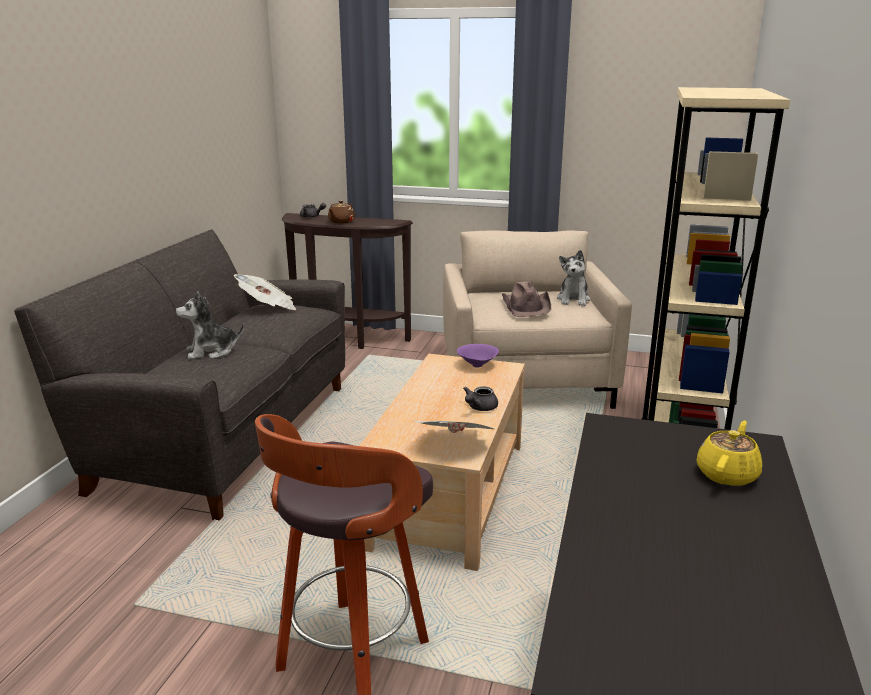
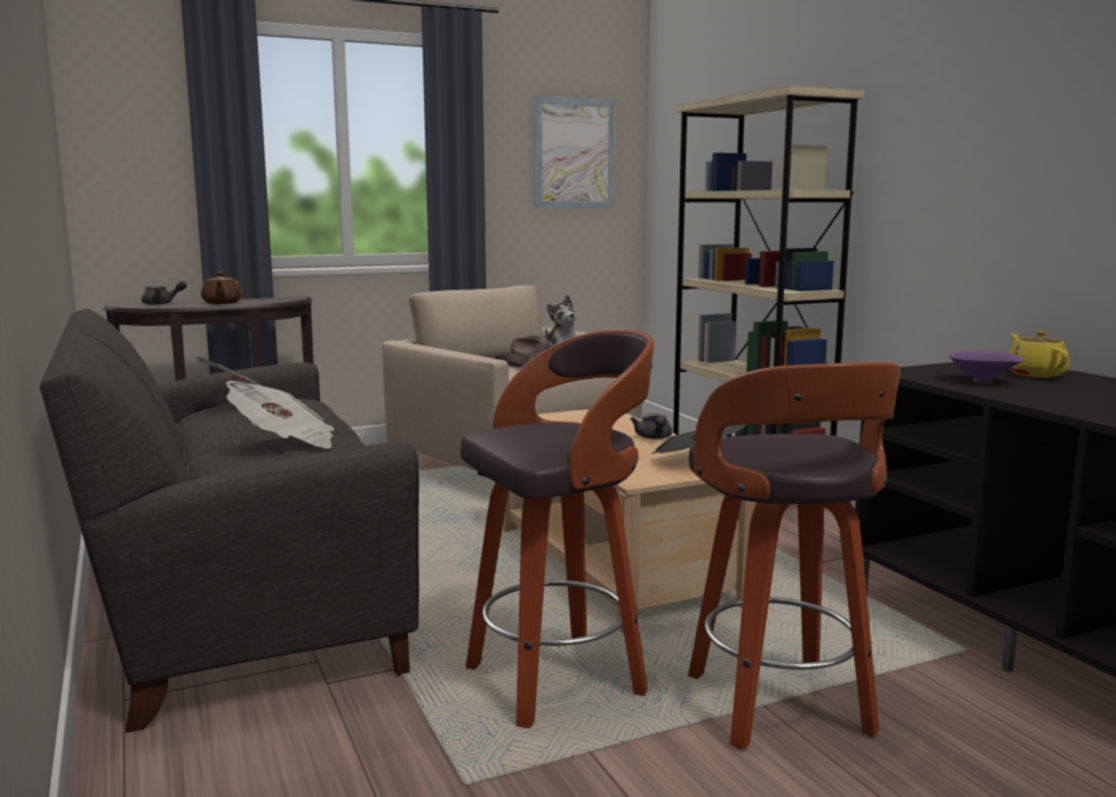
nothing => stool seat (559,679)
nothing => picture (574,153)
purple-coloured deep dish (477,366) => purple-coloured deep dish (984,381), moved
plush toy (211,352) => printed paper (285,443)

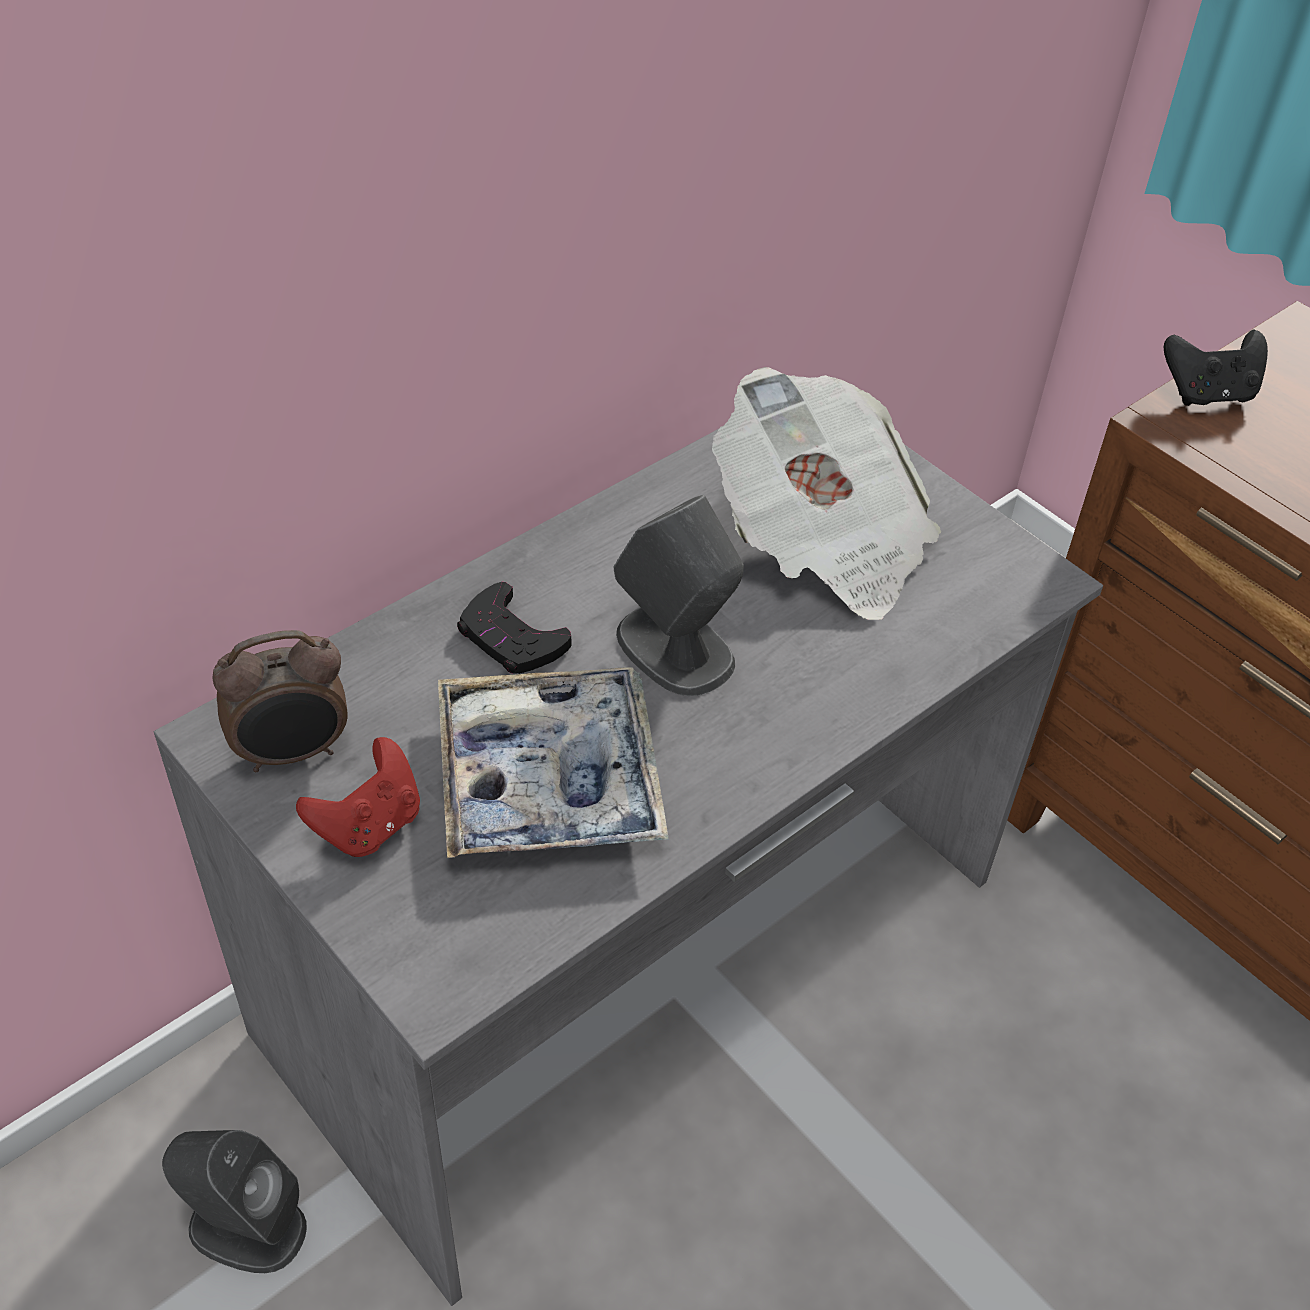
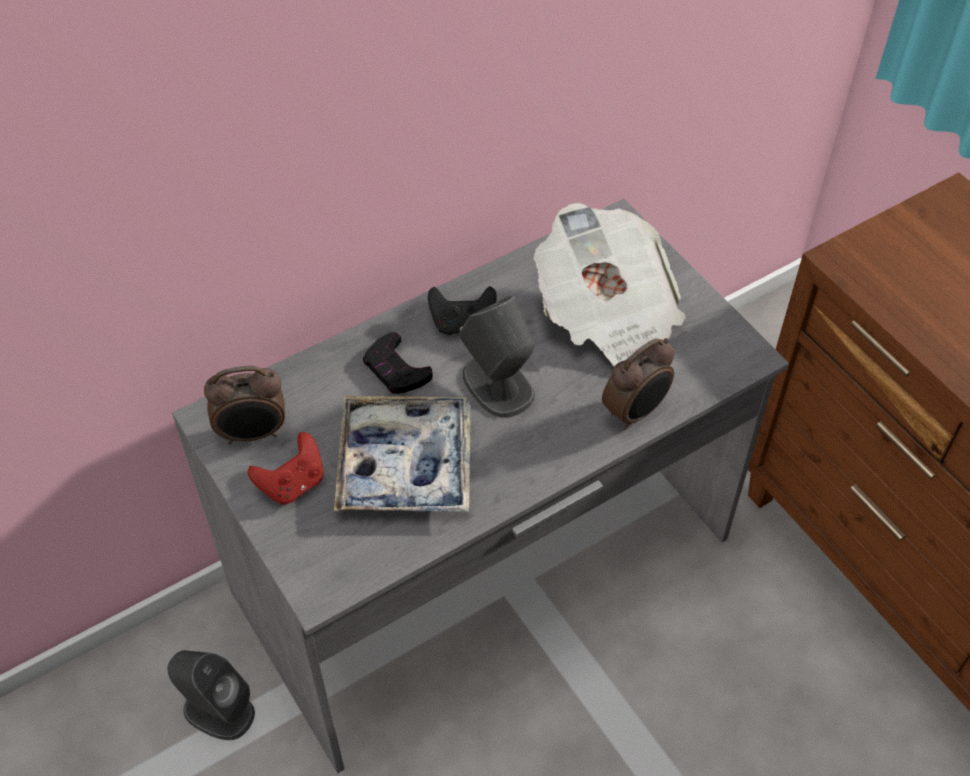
nothing => table clock (636,412)
blackish gamepad (1208,394) => blackish gamepad (462,324), moved

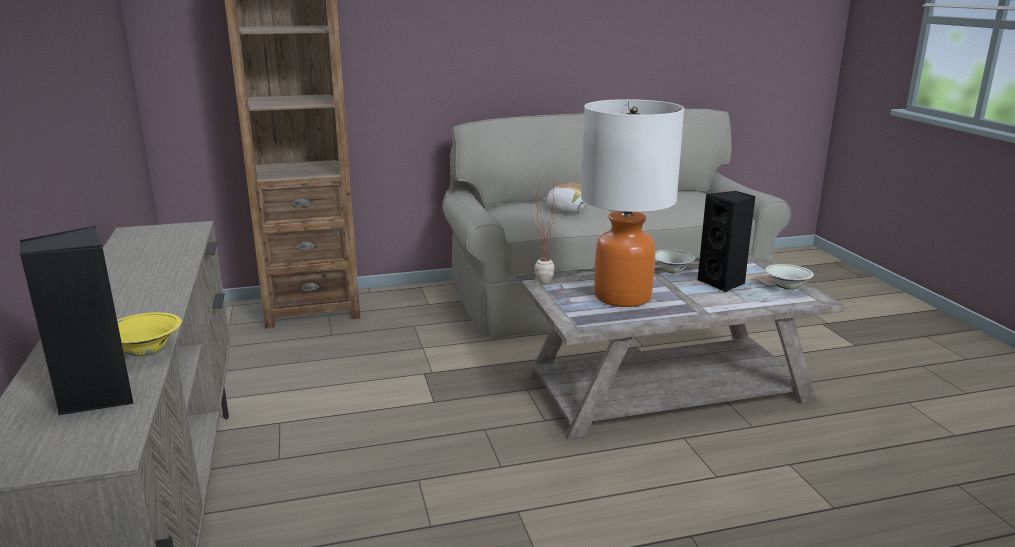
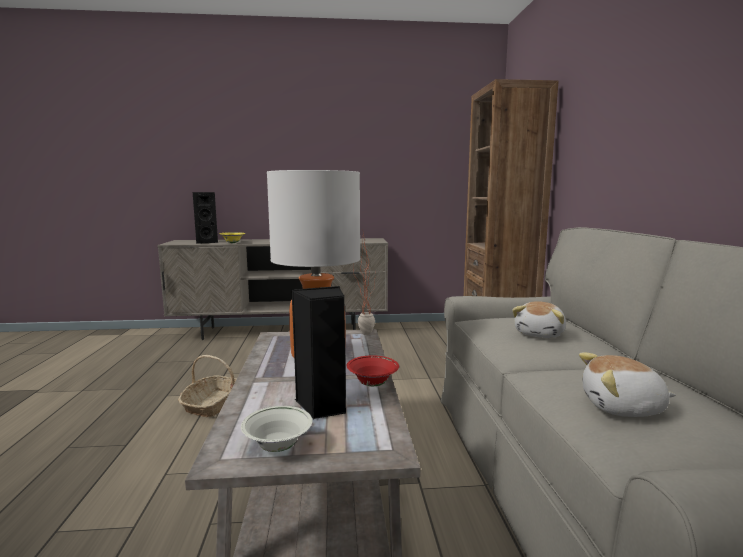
nothing => basket (214,404)
nothing => plush toy (622,408)
whitish deep dish (671,272) => red deep dish (372,384)

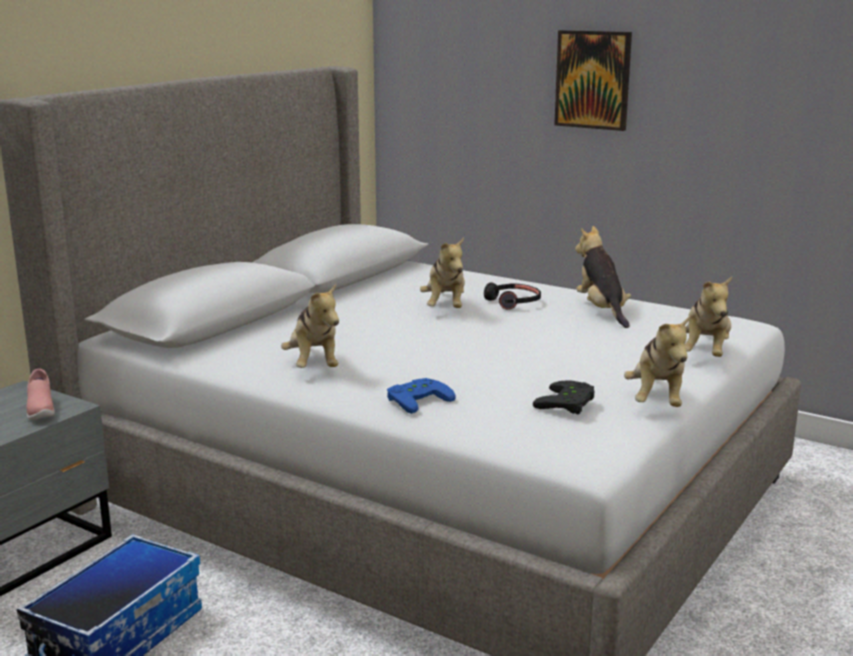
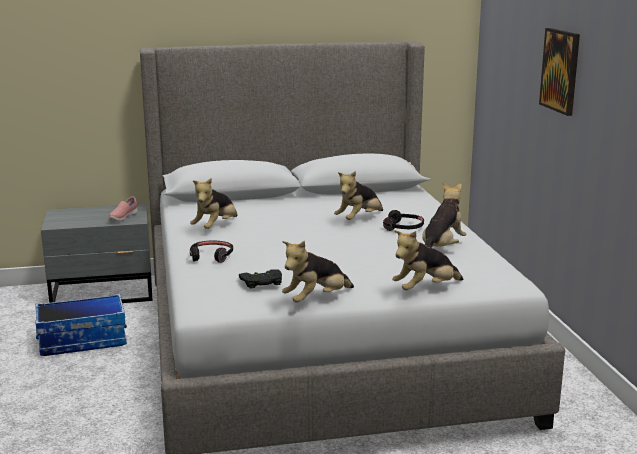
bluish gamepad (417,399) => blackish headset (211,256)

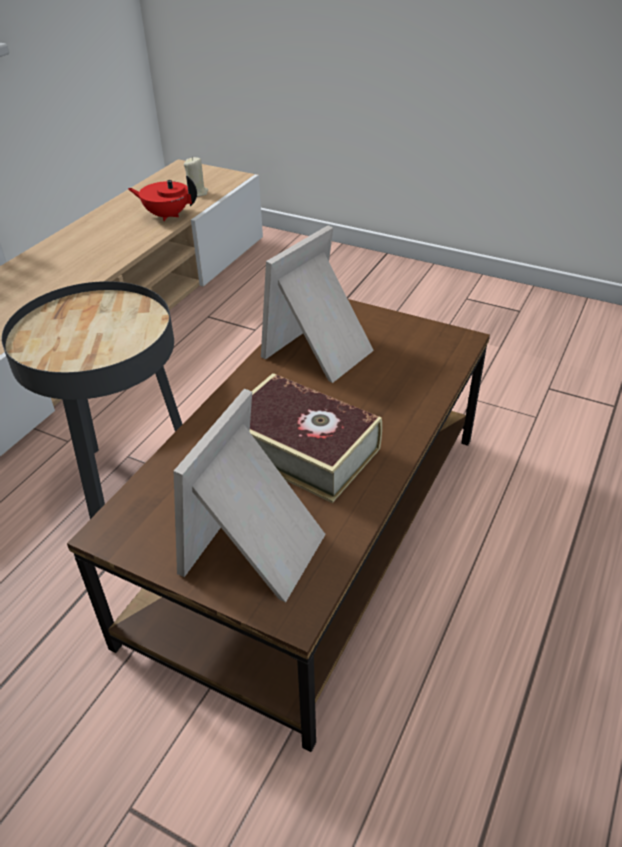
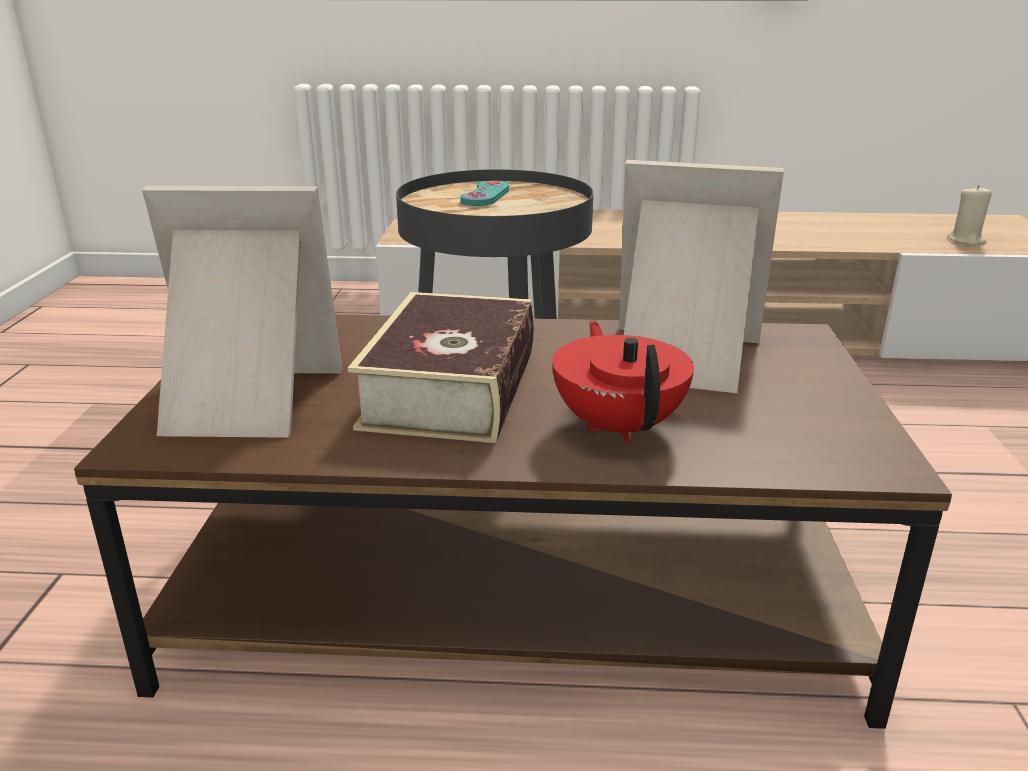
nothing => blue-green gamepad (485,196)
red pot for tea (167,215) => red pot for tea (619,425), moved

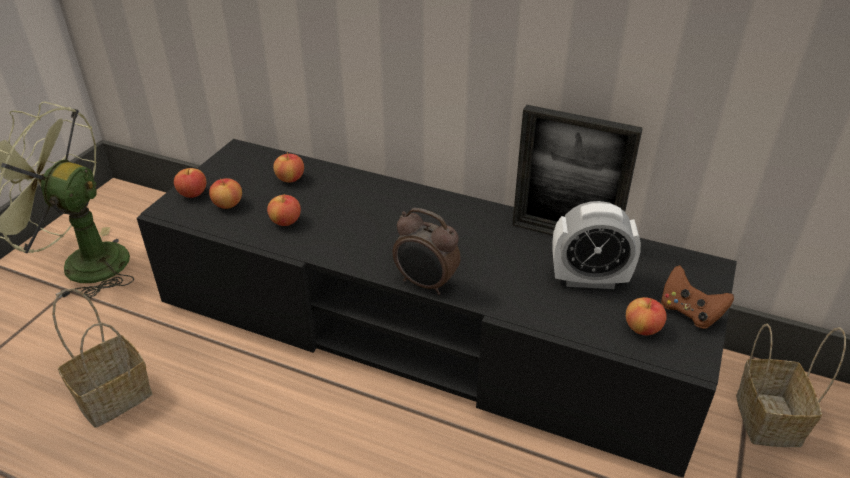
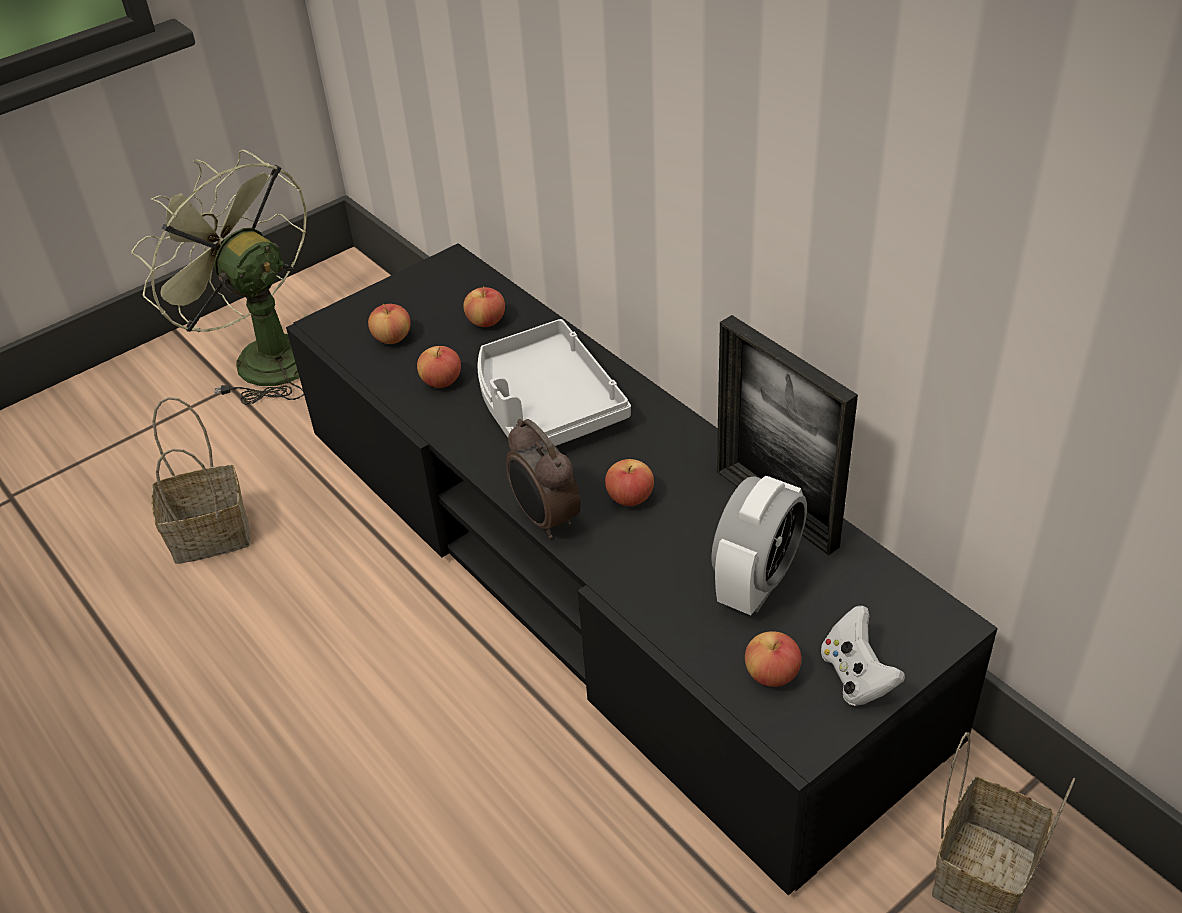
nothing => grey serving tray (545,405)
whole apple (193,193) => whole apple (630,497), moved
brownish gamepad (689,312) => whitish gamepad (856,676)
table clock (589,280) => table clock (756,583), 90 degrees counterclockwise

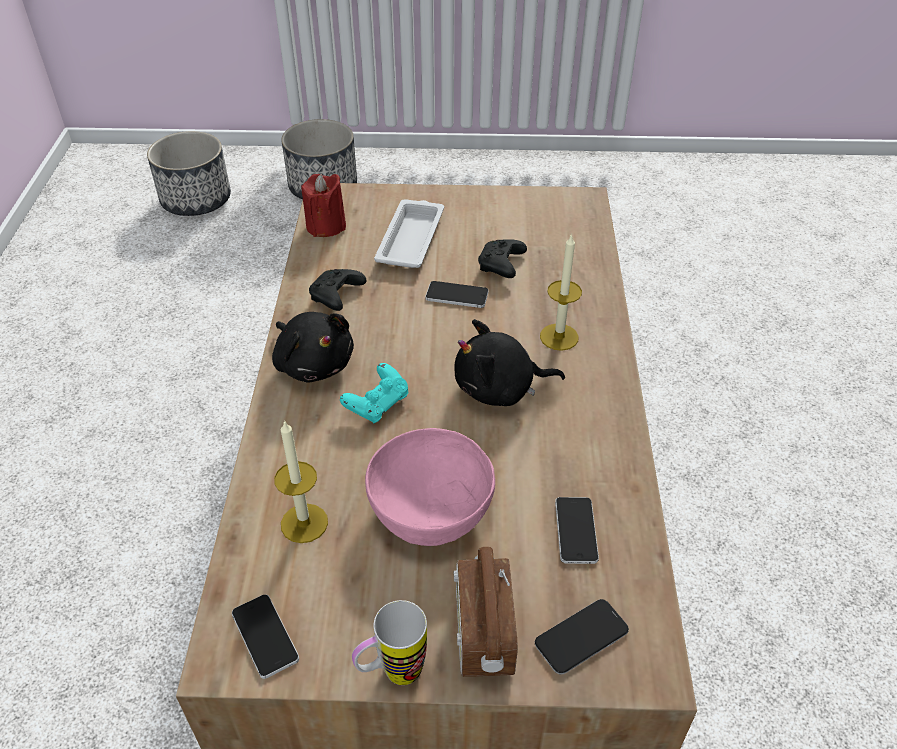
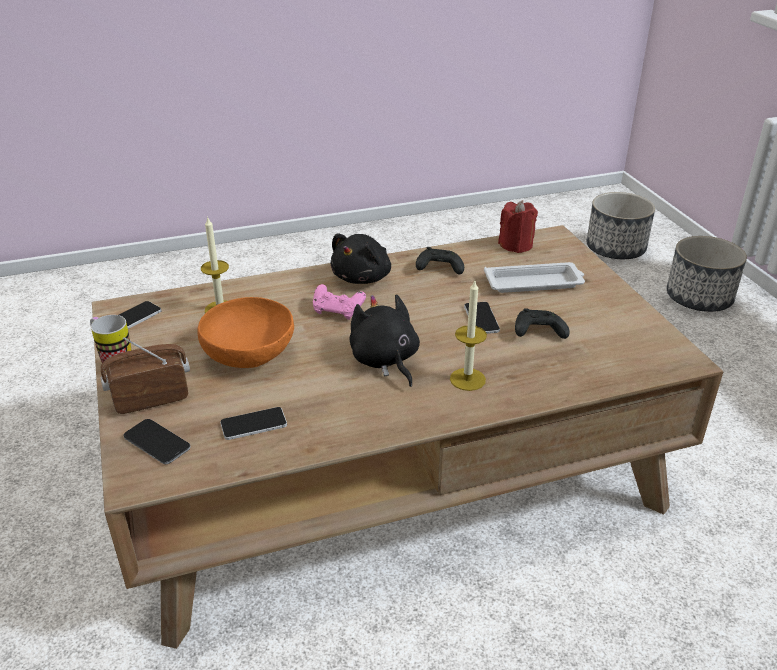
blue-green gamepad (377,404) => pinkish gamepad (338,311)
pinkish deep dish (430,508) => orangey deep dish (250,354)

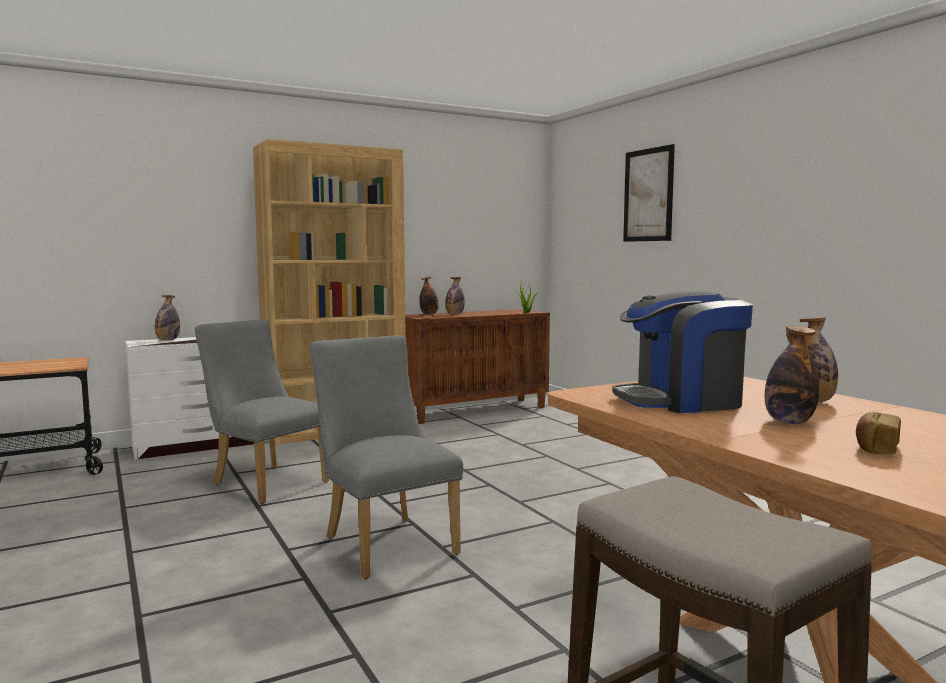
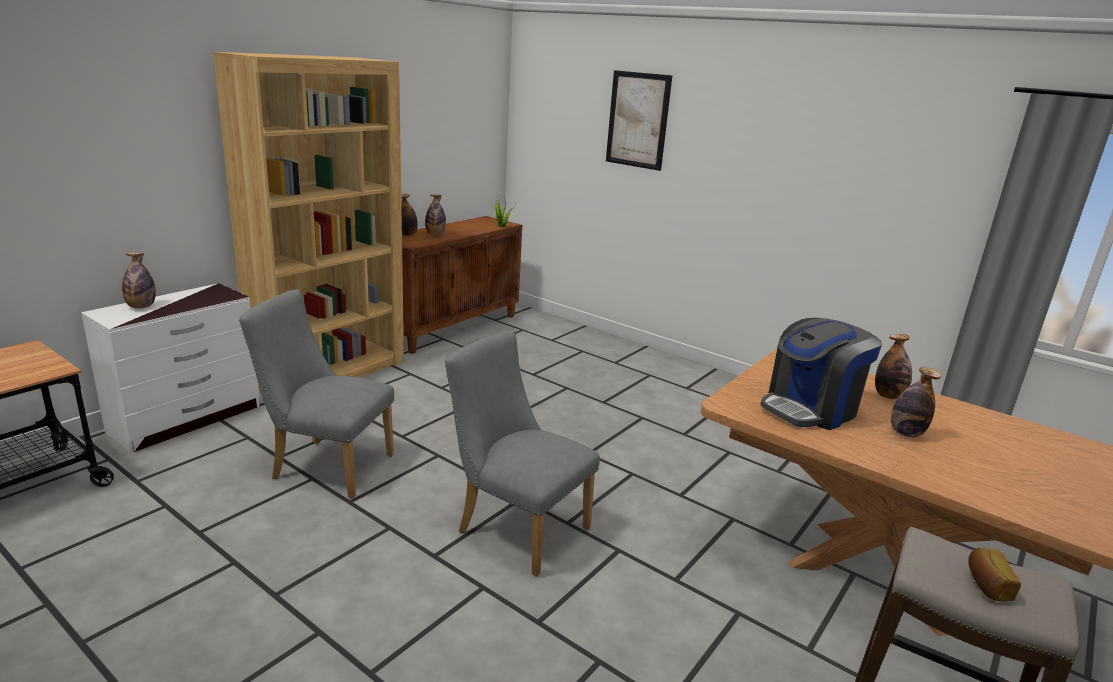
bread (876,448) => bread (986,585), moved

